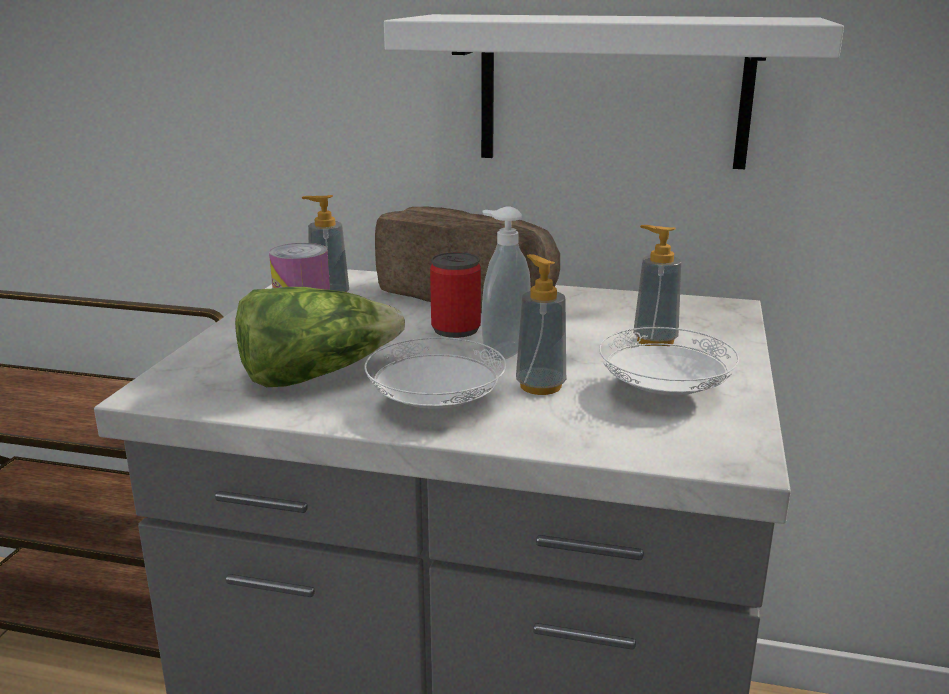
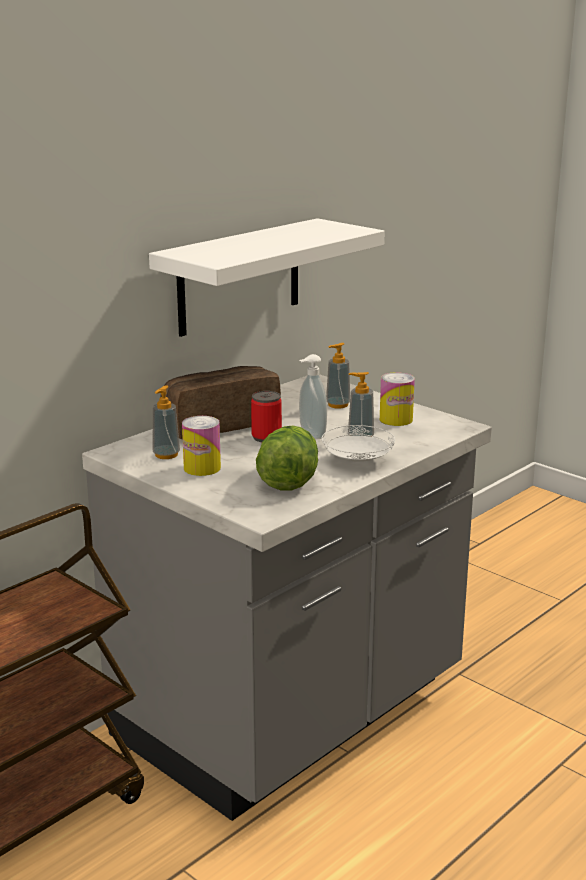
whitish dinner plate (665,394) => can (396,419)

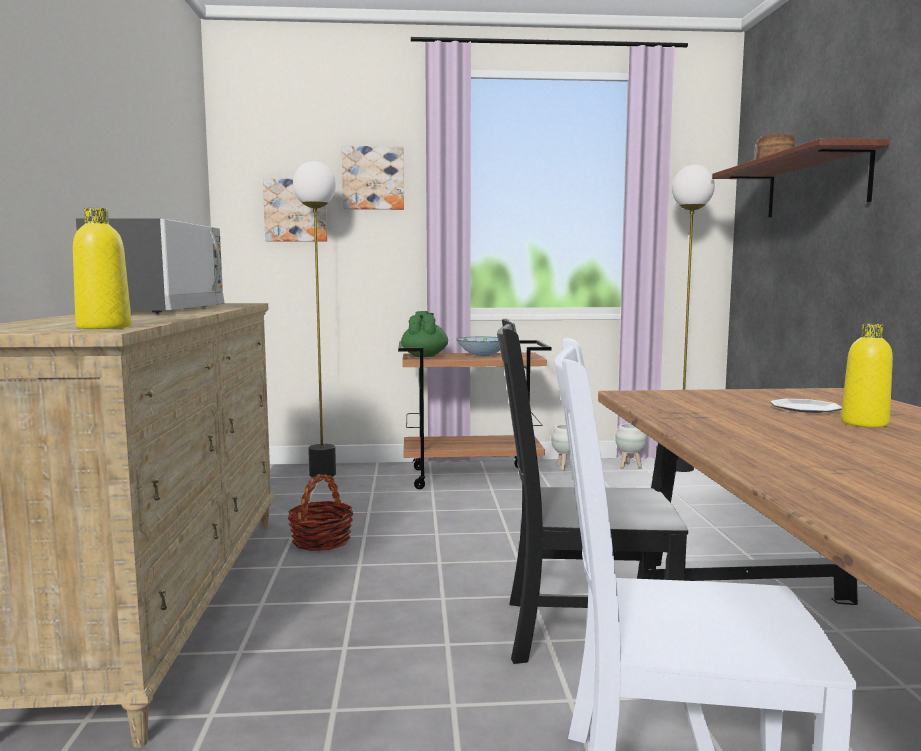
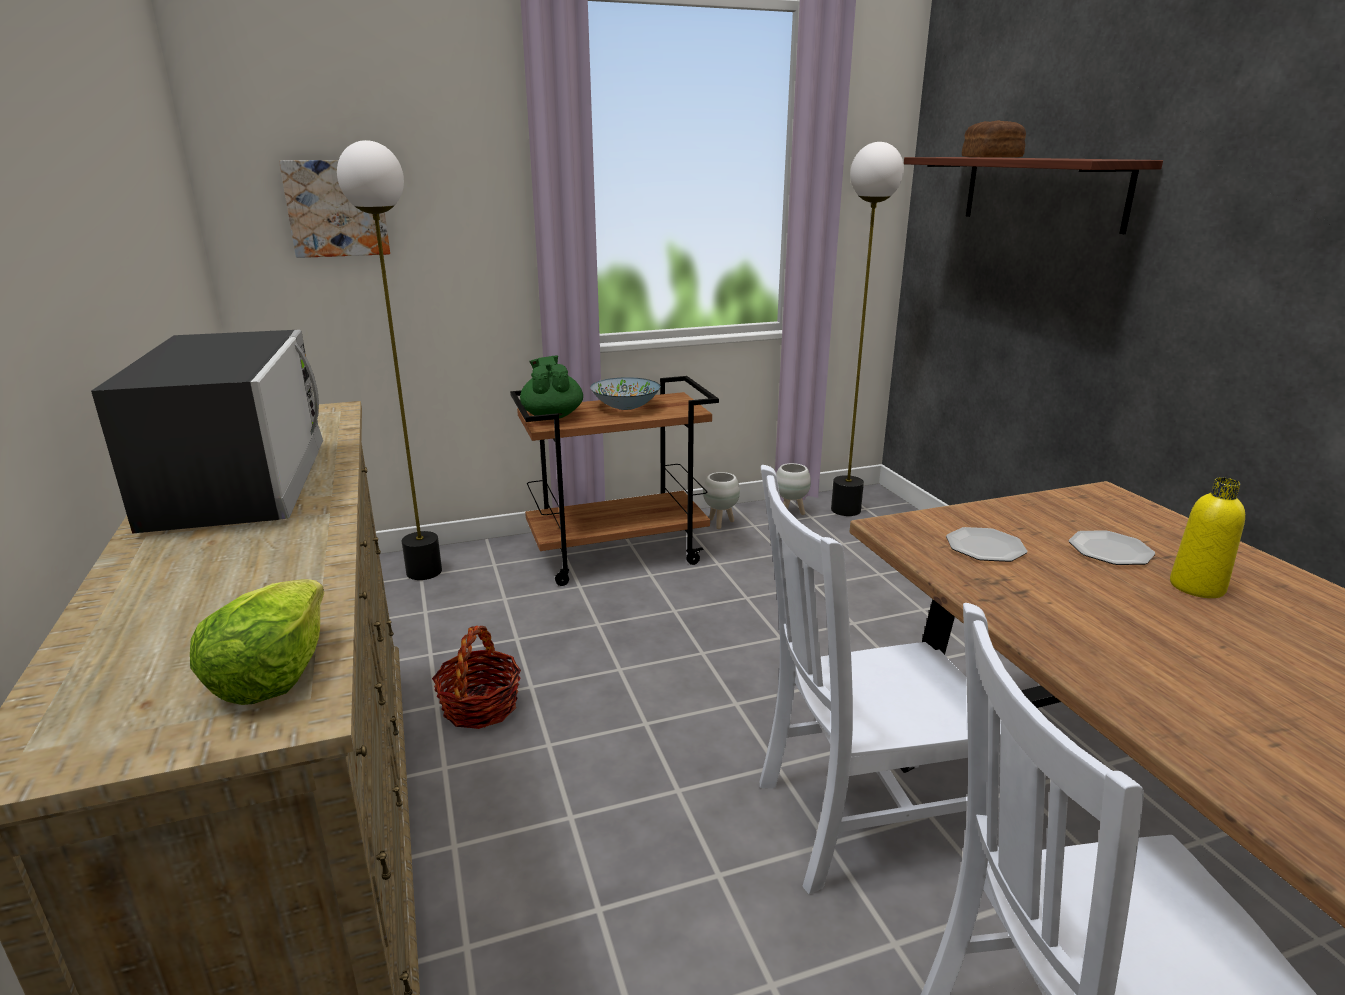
picture (373,178) => nothing
nothing => dinner plate (984,547)
yellow beverage bottle (104,327) => lettuce head (272,673)
blackish upright chair (580,631) => whitish upright chair (857,820)

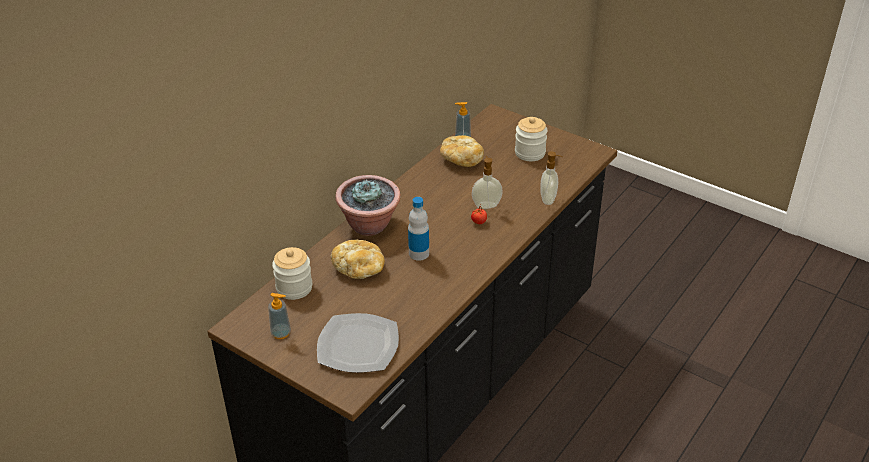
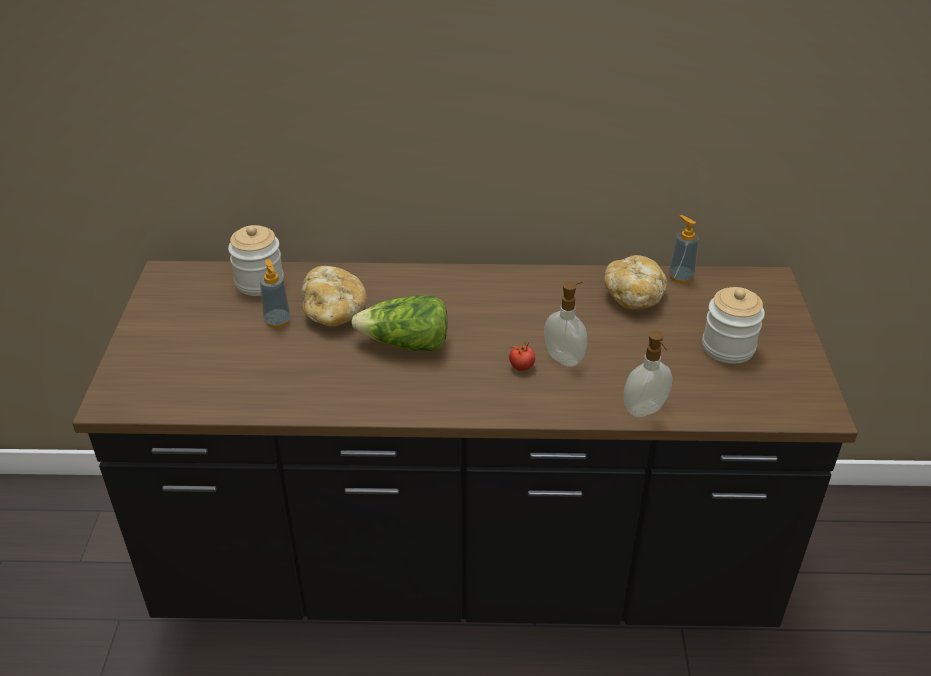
dinner plate (359,345) => nothing
plant in a pot (370,225) => nothing
soap bottle (281,333) => soap bottle (277,321), moved
beverage bottle (419,253) => lettuce head (406,344)

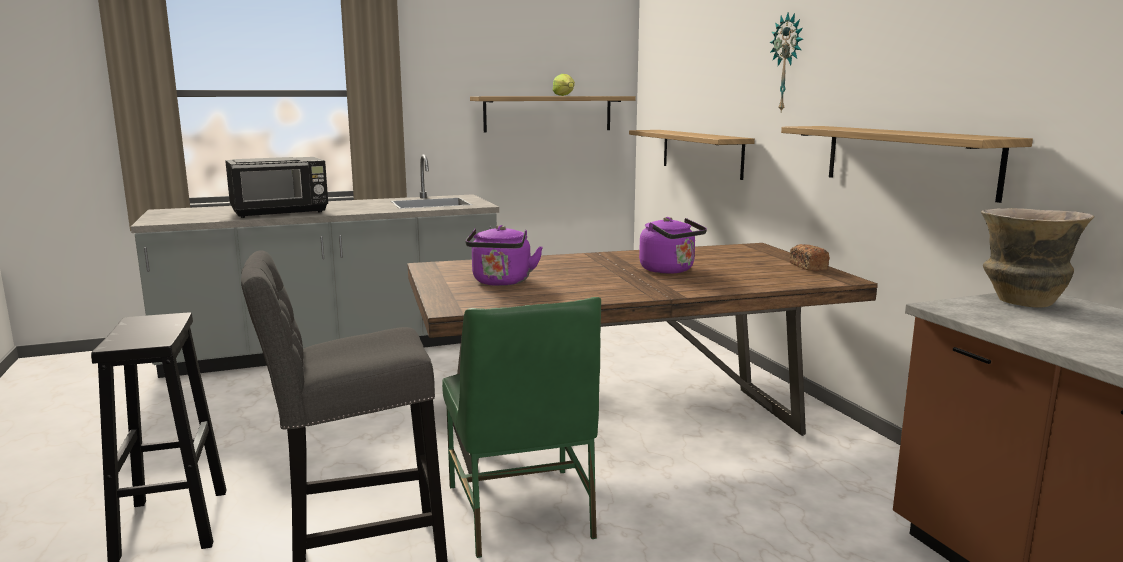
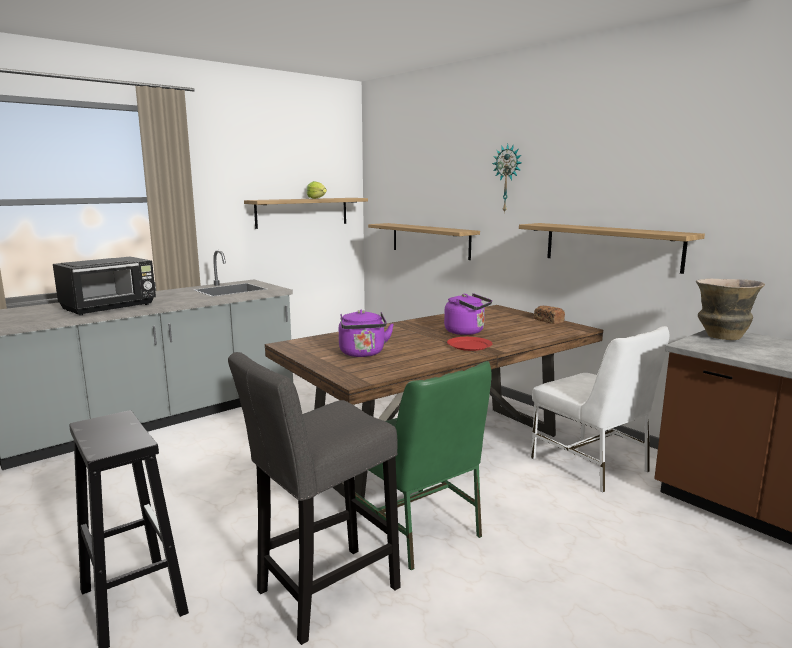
nothing => red dinner plate (469,345)
nothing => whitish upright chair (591,465)

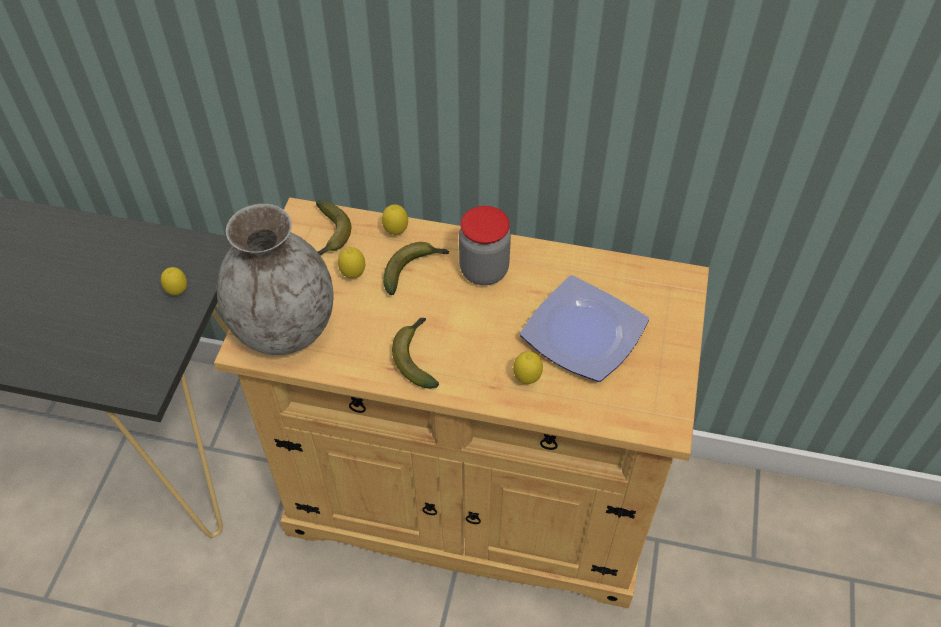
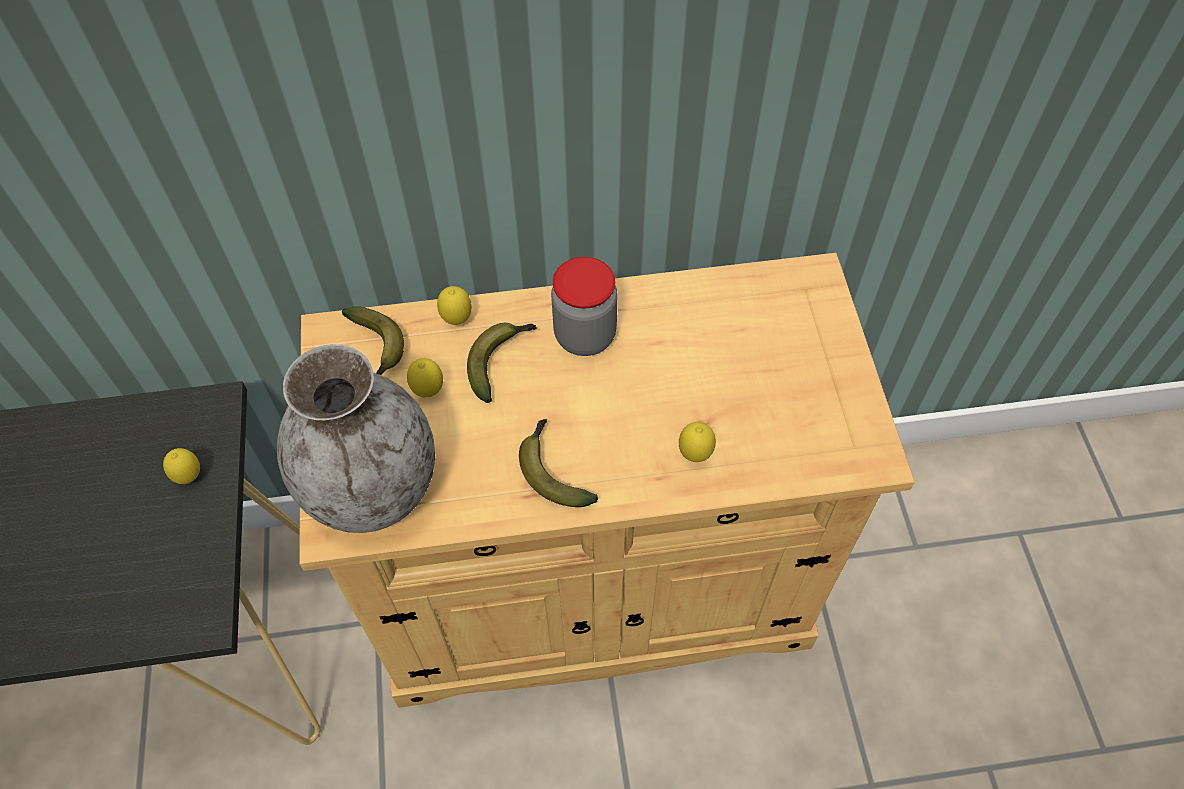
dinner plate (586,333) => nothing

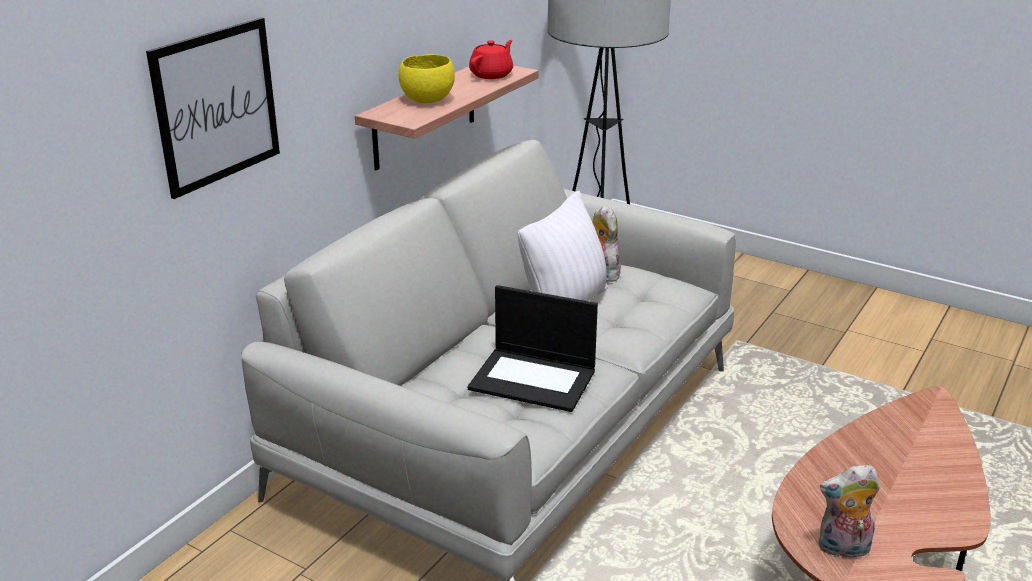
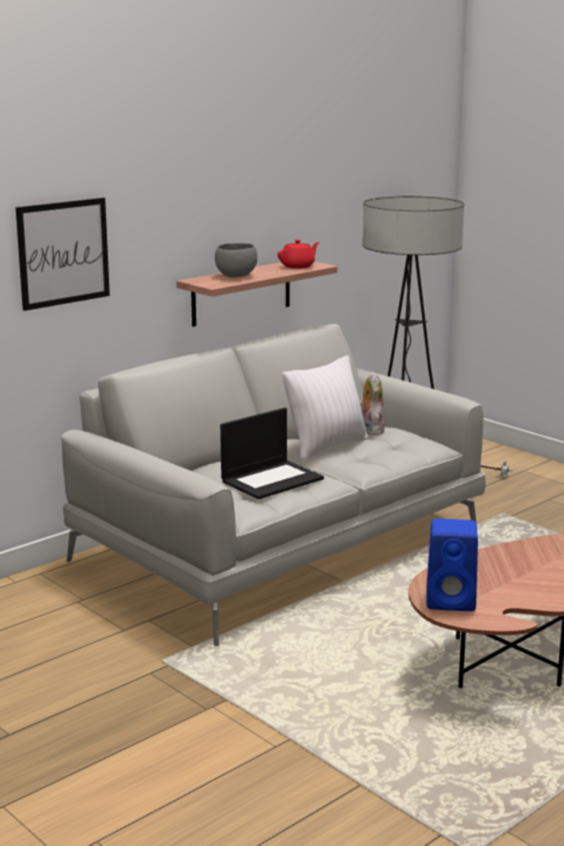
plush toy (843,549) => bluish loudspeaker (452,600)
yellow deep dish (428,100) => grey deep dish (236,276)
notebook computer (534,379) => notebook computer (272,480), 75 degrees counterclockwise

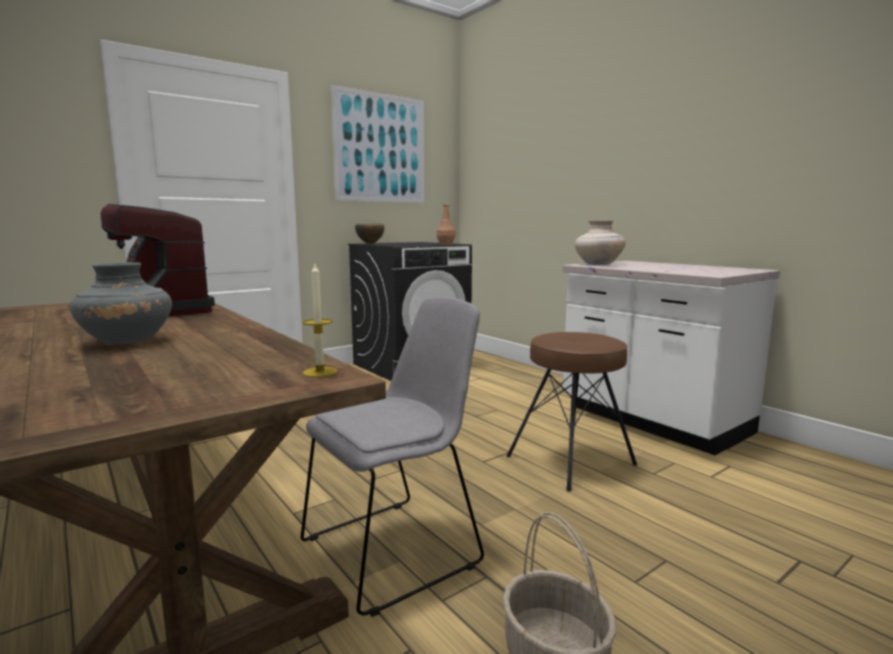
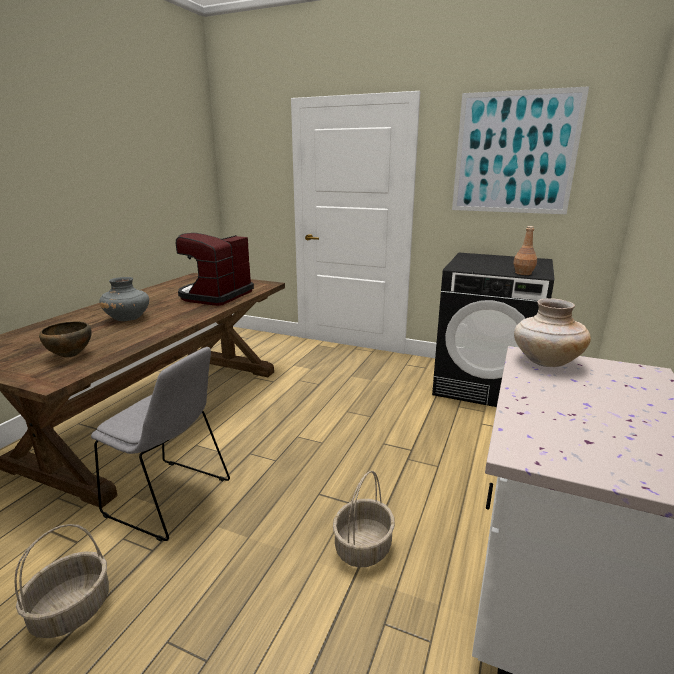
wax candle (320,372) => nothing
brownish deep dish (370,244) => brownish deep dish (70,356), moved
brownish stool seat (571,461) => basket (363,548)

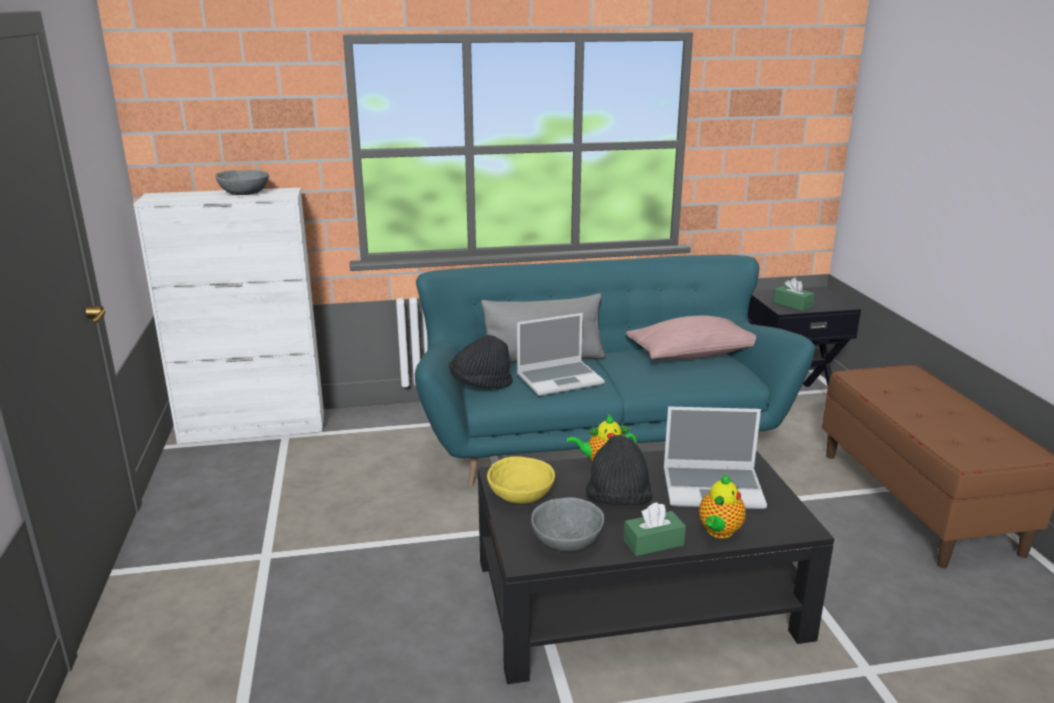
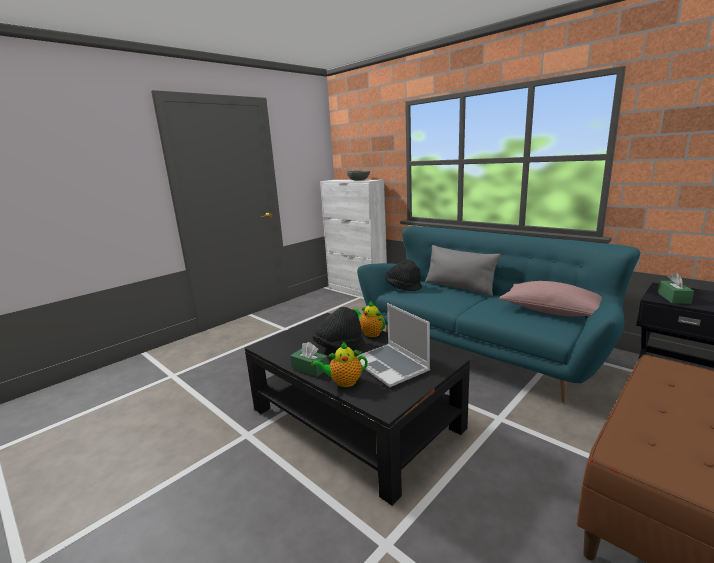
yellow deep dish (521,494) => nothing
notebook computer (560,379) => nothing
grey deep dish (567,540) => nothing

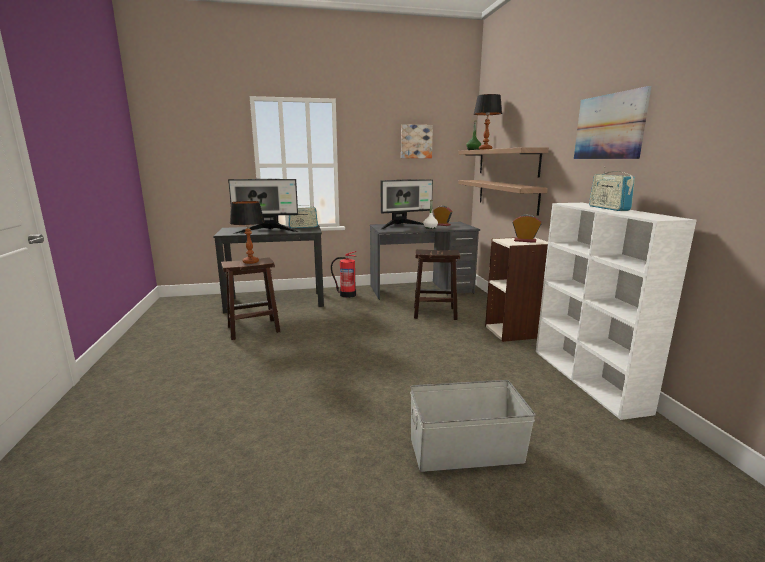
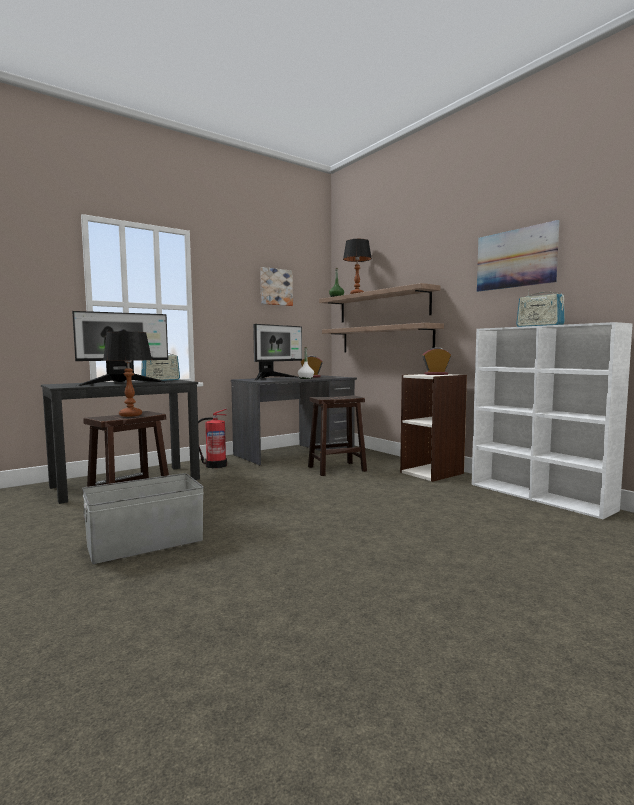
grey storage container (466,450) => grey storage container (146,543), moved

